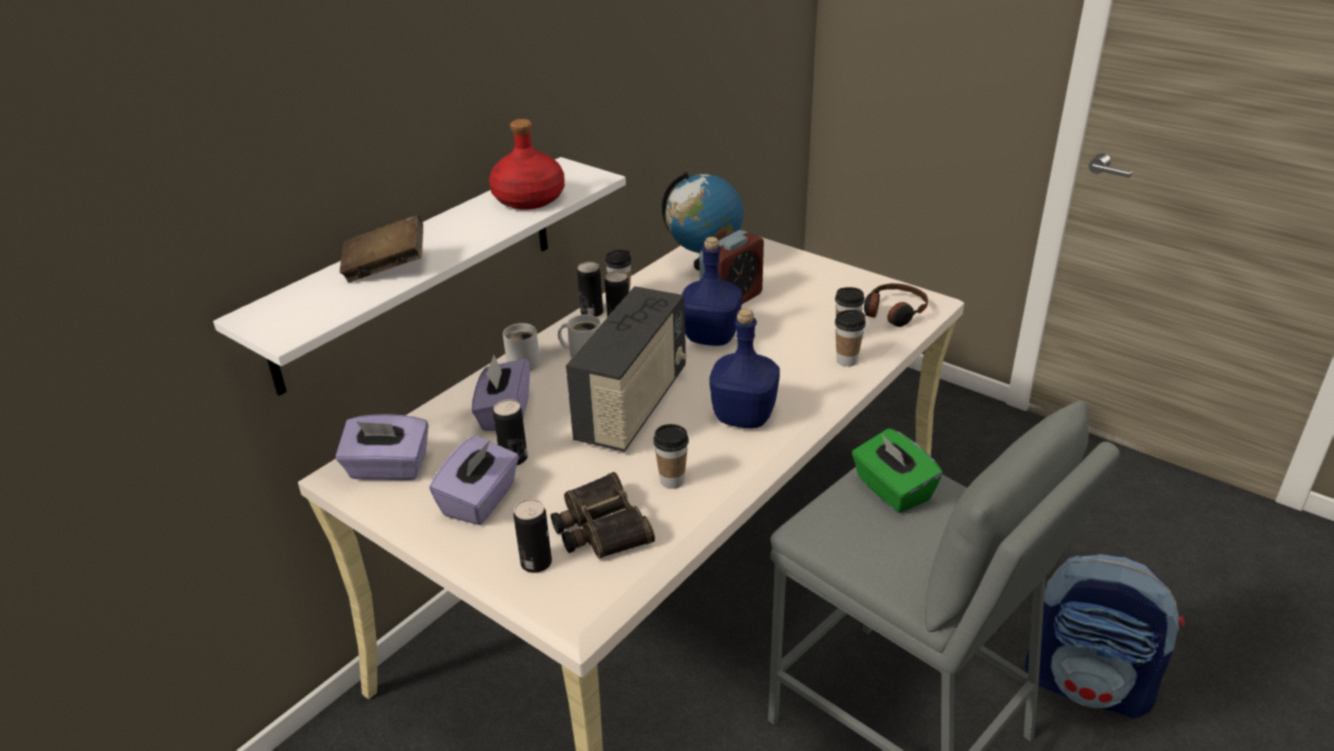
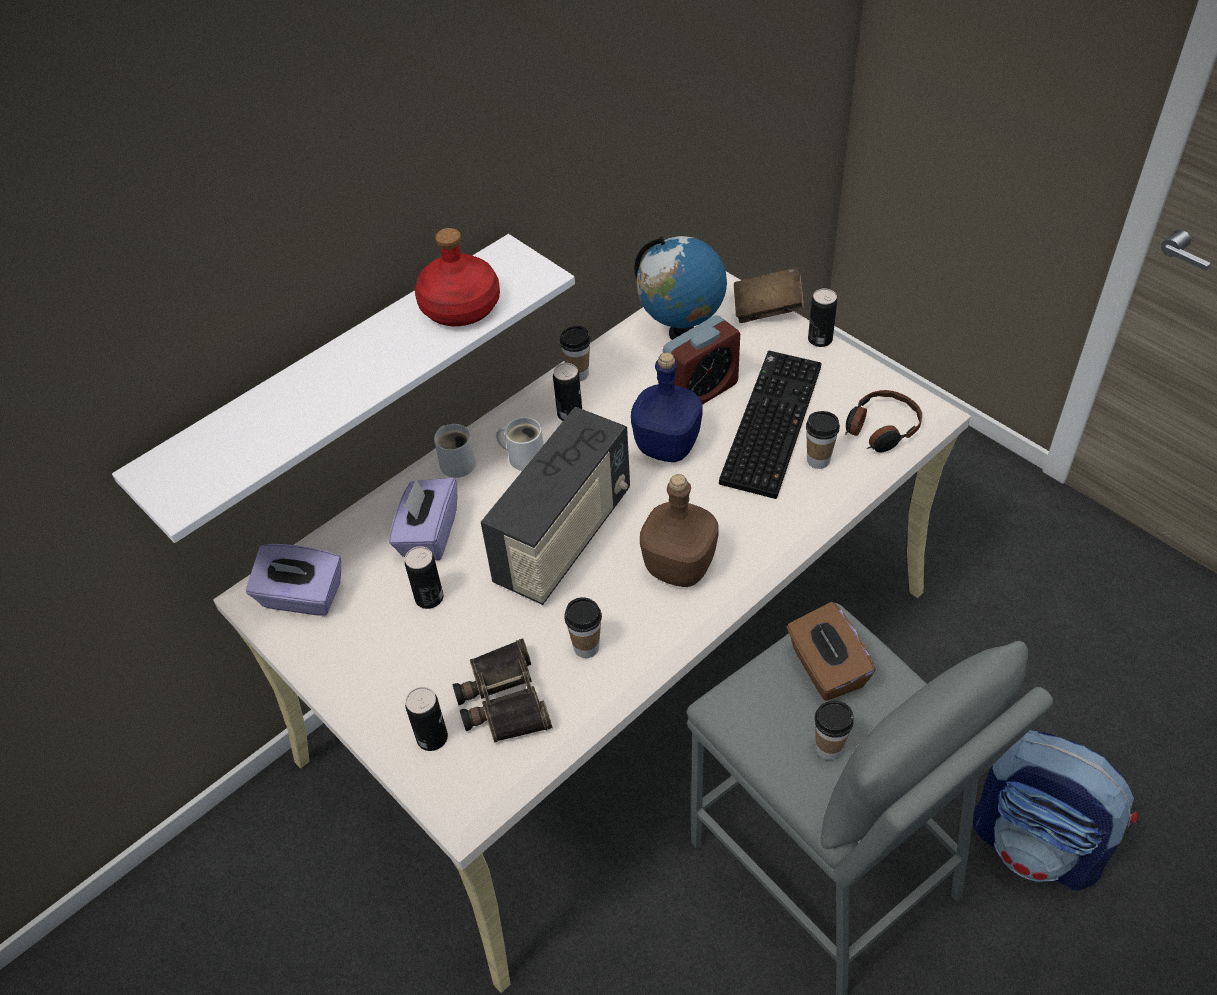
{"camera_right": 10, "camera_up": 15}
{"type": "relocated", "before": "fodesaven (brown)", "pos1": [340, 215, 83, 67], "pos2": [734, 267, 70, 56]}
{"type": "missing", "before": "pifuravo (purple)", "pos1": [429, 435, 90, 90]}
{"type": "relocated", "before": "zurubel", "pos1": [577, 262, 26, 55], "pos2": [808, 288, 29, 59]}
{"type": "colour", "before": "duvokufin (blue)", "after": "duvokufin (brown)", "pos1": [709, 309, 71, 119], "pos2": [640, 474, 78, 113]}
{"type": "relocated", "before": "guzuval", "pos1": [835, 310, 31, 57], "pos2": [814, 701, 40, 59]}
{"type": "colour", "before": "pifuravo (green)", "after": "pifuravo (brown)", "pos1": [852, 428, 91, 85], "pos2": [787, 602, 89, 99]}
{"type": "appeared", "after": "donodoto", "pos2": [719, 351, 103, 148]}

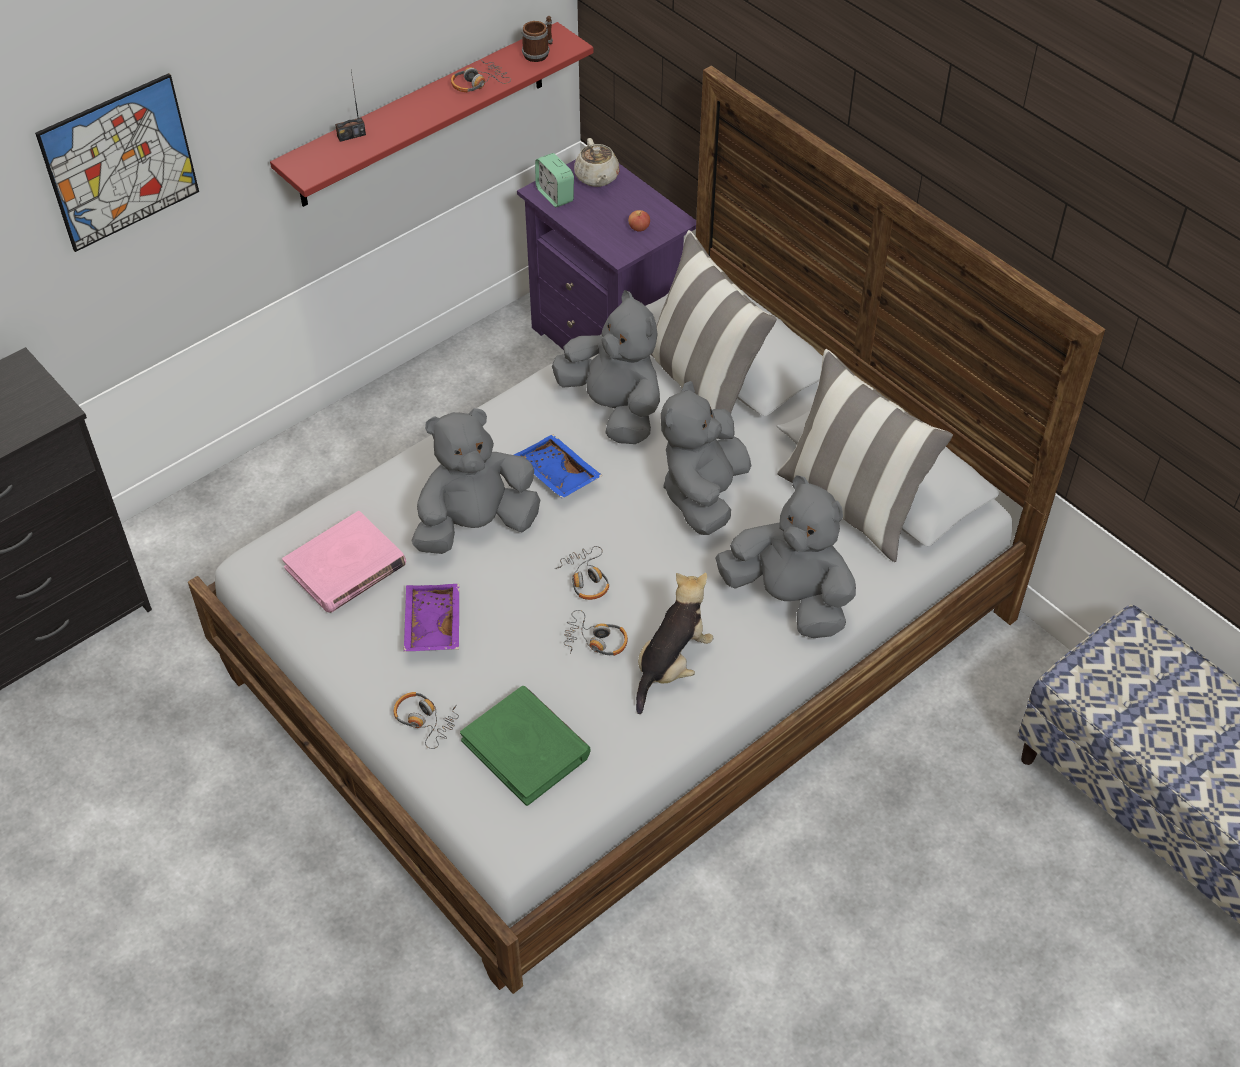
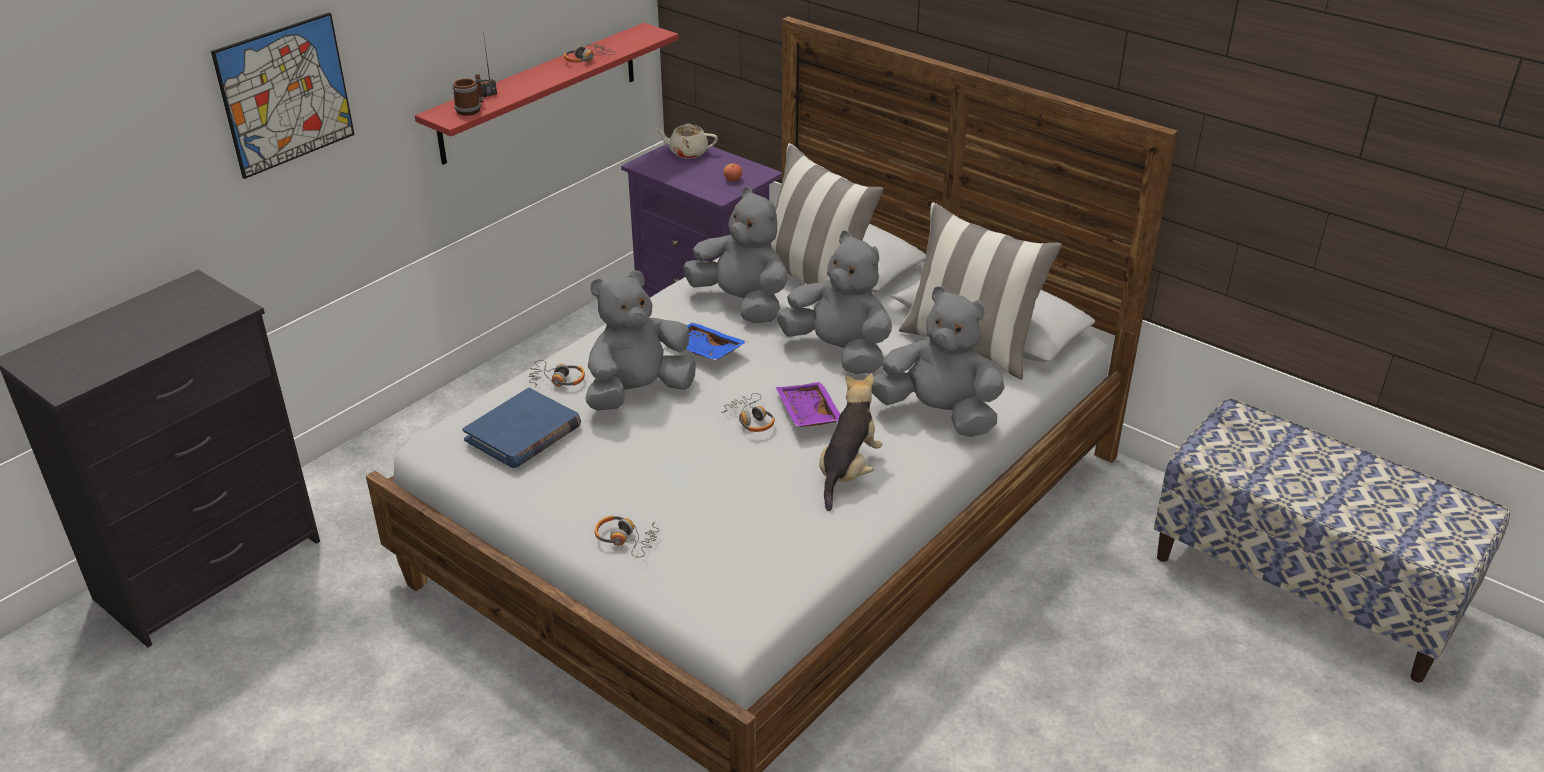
{"camera_right": -10, "camera_up": -15}
{"type": "colour", "before": "fodesaven (pink)", "after": "fodesaven (blue)", "pos1": [282, 511, 124, 102], "pos2": [462, 388, 119, 80]}
{"type": "relocated", "before": "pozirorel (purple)", "pos1": [404, 584, 55, 68], "pos2": [776, 382, 64, 45]}
{"type": "missing", "before": "fodesaven (green)", "pos1": [460, 686, 131, 120]}
{"type": "relocated", "before": "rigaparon", "pos1": [522, 16, 31, 46], "pos2": [452, 74, 32, 42]}
{"type": "missing", "before": "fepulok", "pos1": [535, 153, 39, 54]}
{"type": "relocated", "before": "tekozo", "pos1": [564, 610, 64, 46], "pos2": [529, 360, 56, 28]}
{"type": "spun", "before": "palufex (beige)", "pos1": [574, 138, 45, 49], "pos2": [655, 124, 63, 35], "turn": 120}
{"type": "spun", "before": "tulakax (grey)", "pos1": [661, 381, 90, 154], "pos2": [776, 231, 116, 143], "turn": 120}

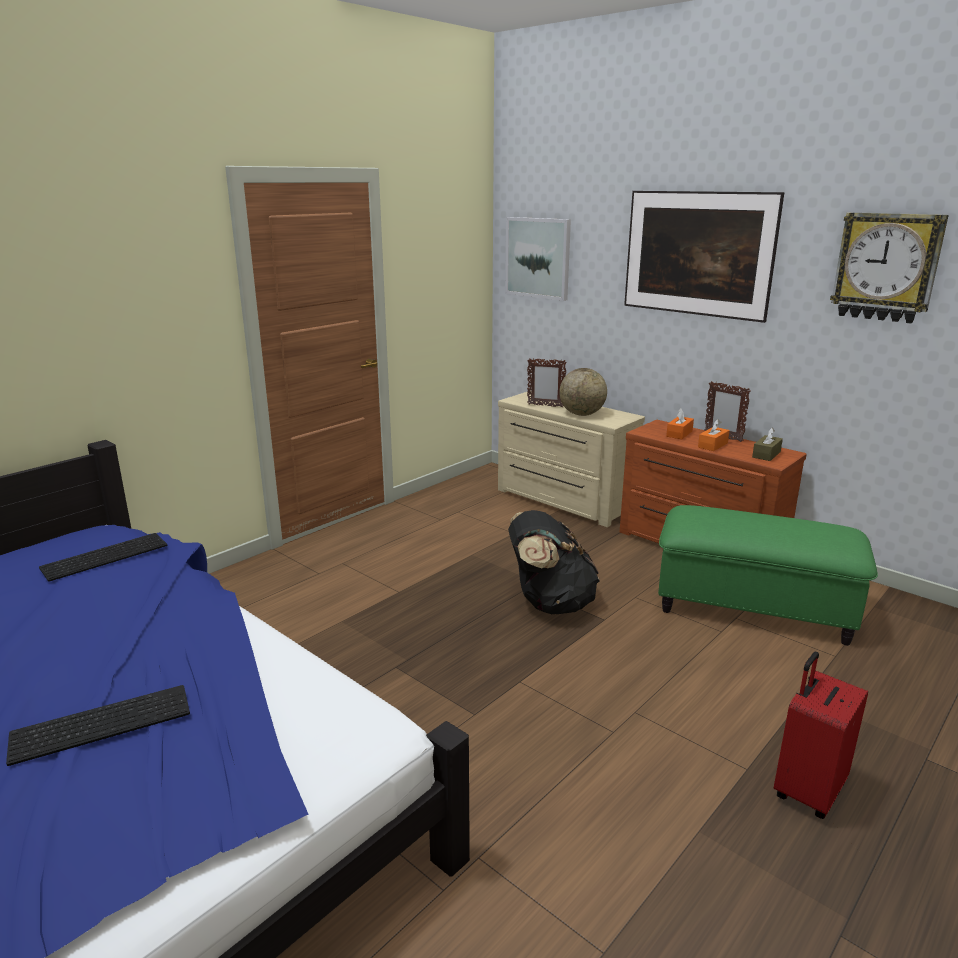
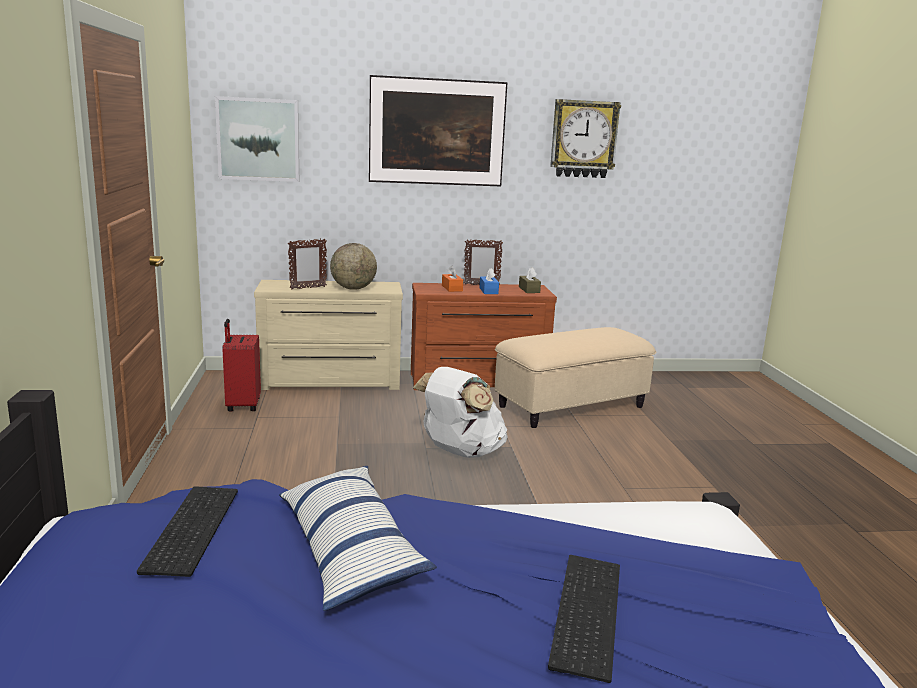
{"camera_right": -50, "camera_up": -5}
{"type": "colour", "before": "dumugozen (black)", "after": "dumugozen (white)", "pos1": [508, 510, 92, 104], "pos2": [413, 367, 95, 91]}
{"type": "colour", "before": "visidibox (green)", "after": "visidibox (beige)", "pos1": [658, 505, 220, 141], "pos2": [495, 327, 161, 101]}
{"type": "colour", "before": "pifuravo (orange)", "after": "pifuravo (blue)", "pos1": [698, 419, 32, 32], "pos2": [479, 268, 20, 26]}
{"type": "relocated", "before": "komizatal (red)", "pos1": [774, 652, 94, 167], "pos2": [222, 319, 39, 93]}
{"type": "appeared", "after": "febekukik", "pos2": [279, 466, 158, 145]}

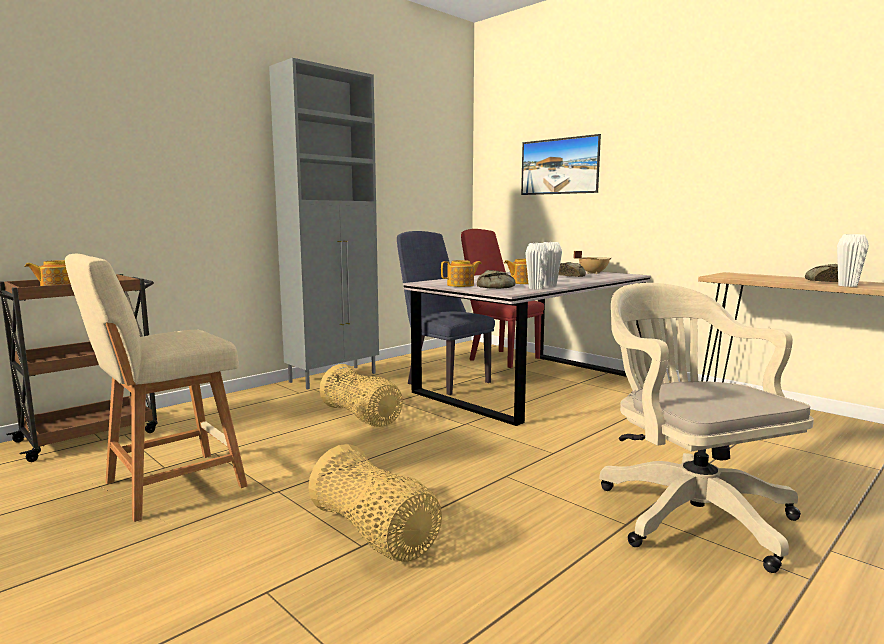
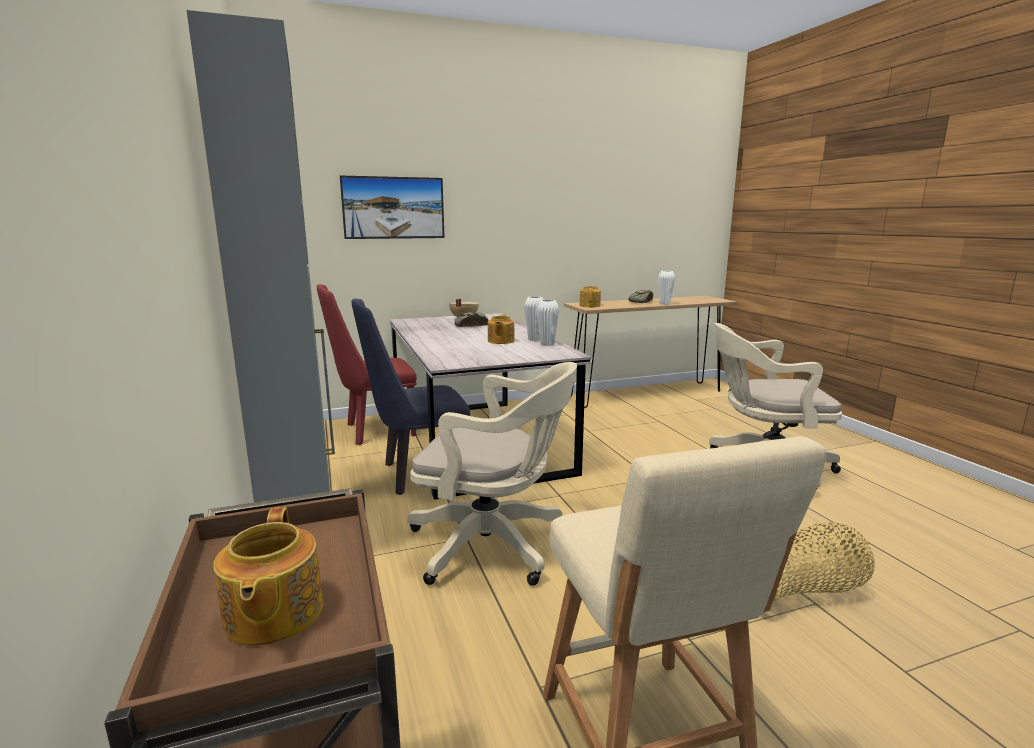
{"camera_right": -65, "camera_up": 5}
{"type": "exchanged", "before": "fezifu", "after": "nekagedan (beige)", "pos1": [320, 364, 83, 63], "pos2": [407, 362, 170, 224]}
{"type": "relocated", "before": "palufex", "pos1": [441, 260, 41, 27], "pos2": [580, 286, 21, 21]}
{"type": "missing", "before": "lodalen", "pos1": [477, 270, 39, 19]}

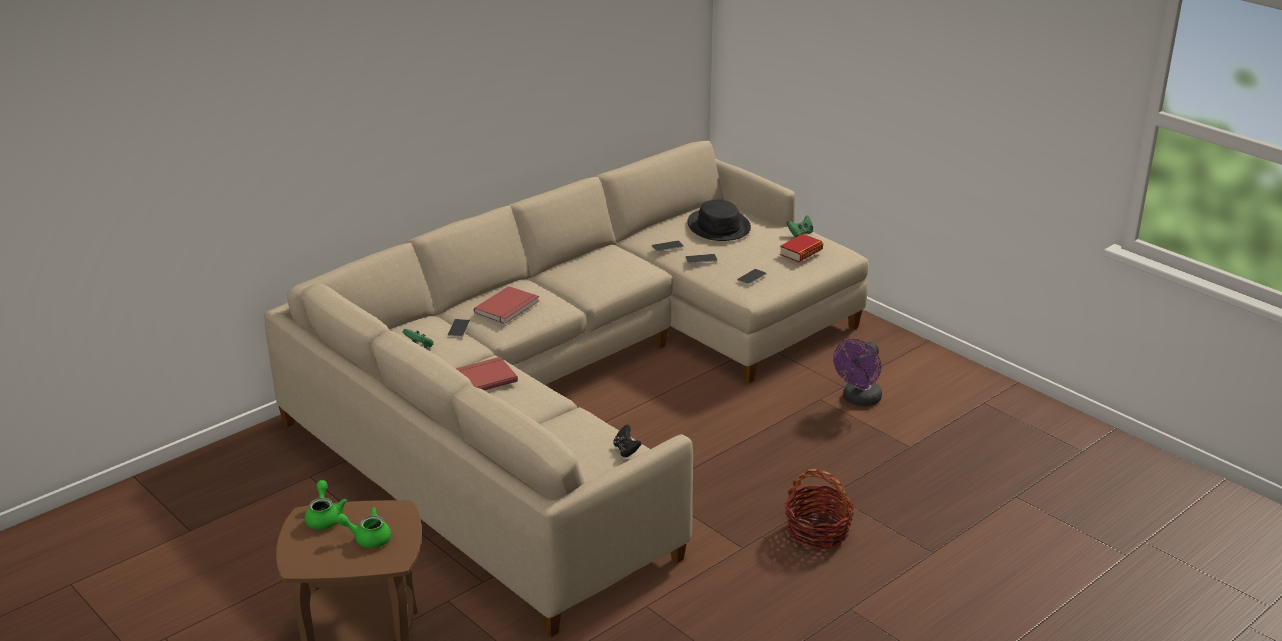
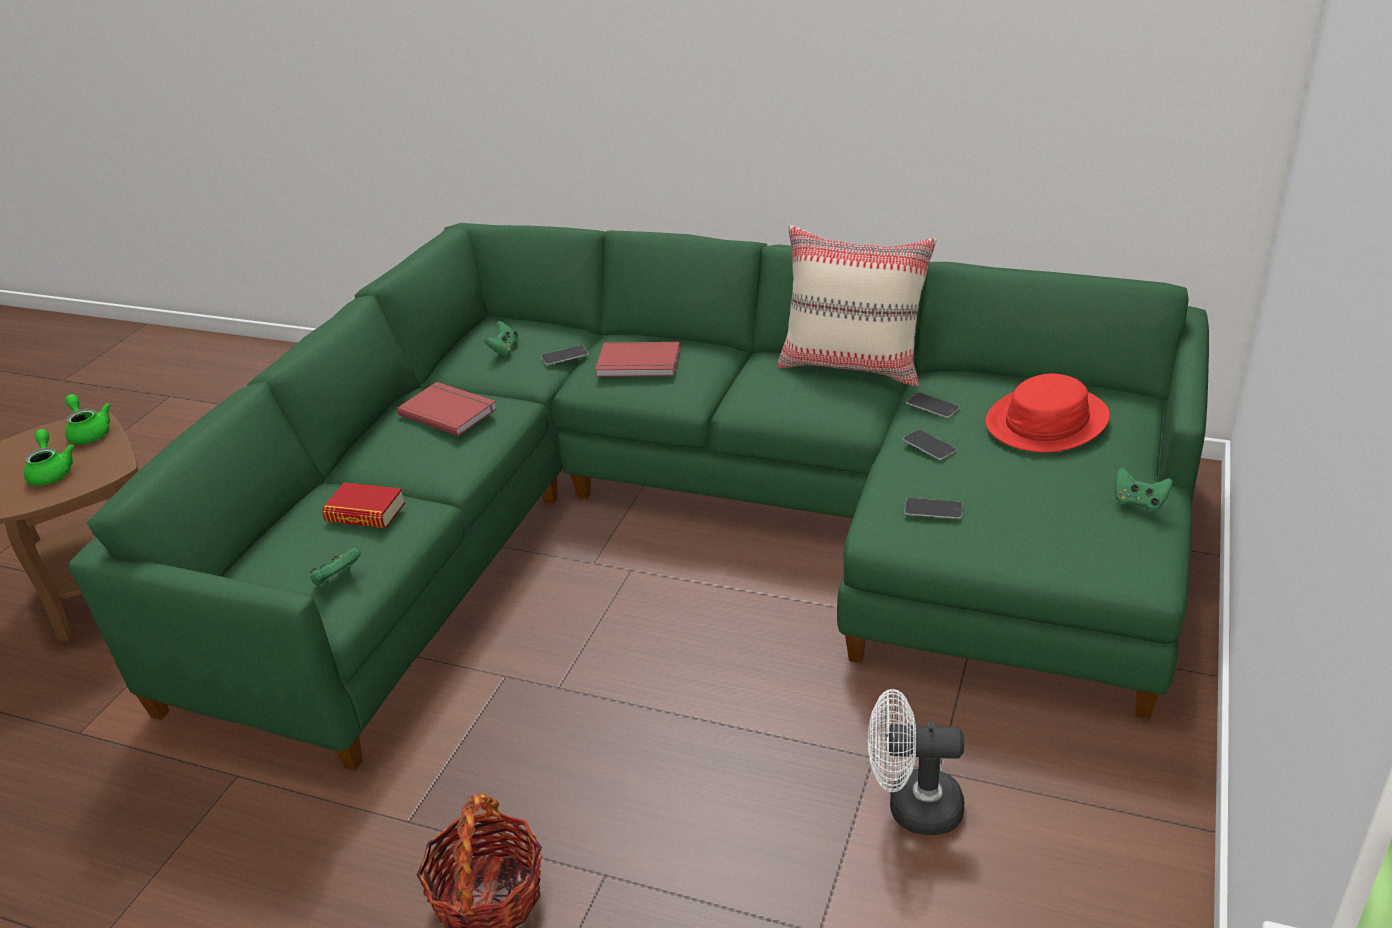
{"camera_right": 65, "camera_up": 5}
{"type": "colour", "before": "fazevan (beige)", "after": "fazevan (green)", "pos1": [264, 141, 605, 496], "pos2": [68, 223, 1141, 547]}
{"type": "spun", "before": "palufex (green)", "pos1": [305, 480, 42, 50], "pos2": [65, 394, 46, 50], "turn": -90}
{"type": "colour", "before": "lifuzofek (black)", "after": "lifuzofek (green)", "pos1": [613, 424, 29, 33], "pos2": [310, 548, 51, 38]}
{"type": "colour", "before": "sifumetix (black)", "after": "sifumetix (red)", "pos1": [687, 200, 64, 41], "pos2": [985, 374, 125, 79]}
{"type": "relocated", "before": "fodesaven", "pos1": [780, 234, 43, 28], "pos2": [322, 482, 83, 46]}
{"type": "colour", "before": "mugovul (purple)", "after": "mugovul (white)", "pos1": [833, 339, 49, 68], "pos2": [868, 689, 96, 146]}
{"type": "appeared", "after": "febekukik (beige)", "pos2": [777, 225, 160, 162]}

